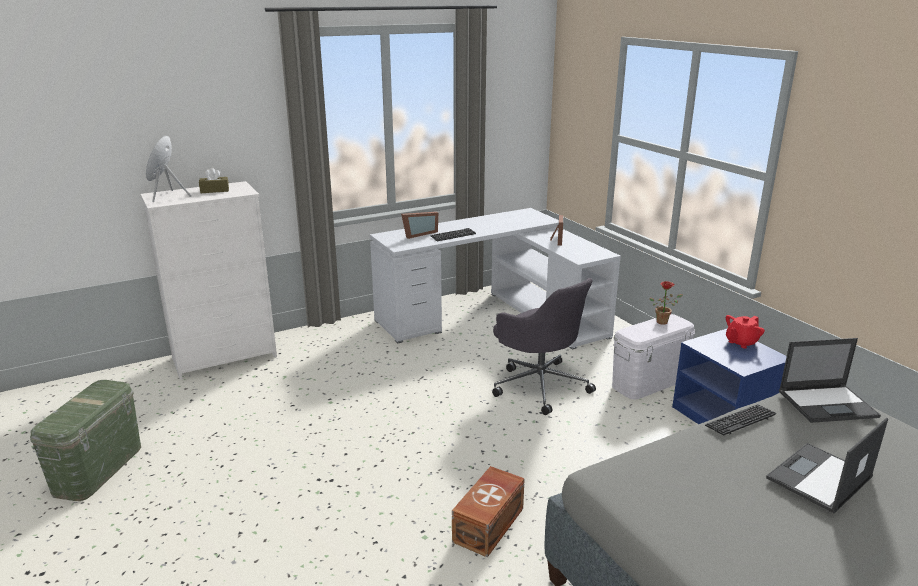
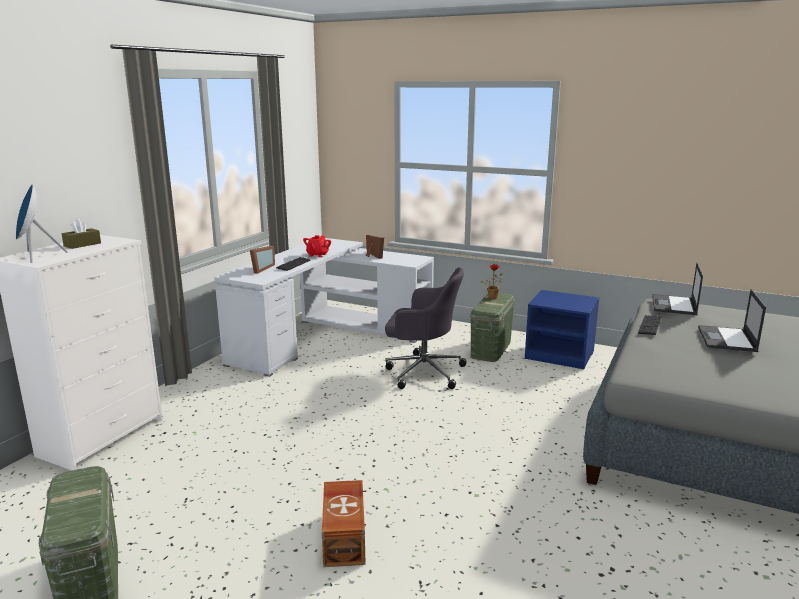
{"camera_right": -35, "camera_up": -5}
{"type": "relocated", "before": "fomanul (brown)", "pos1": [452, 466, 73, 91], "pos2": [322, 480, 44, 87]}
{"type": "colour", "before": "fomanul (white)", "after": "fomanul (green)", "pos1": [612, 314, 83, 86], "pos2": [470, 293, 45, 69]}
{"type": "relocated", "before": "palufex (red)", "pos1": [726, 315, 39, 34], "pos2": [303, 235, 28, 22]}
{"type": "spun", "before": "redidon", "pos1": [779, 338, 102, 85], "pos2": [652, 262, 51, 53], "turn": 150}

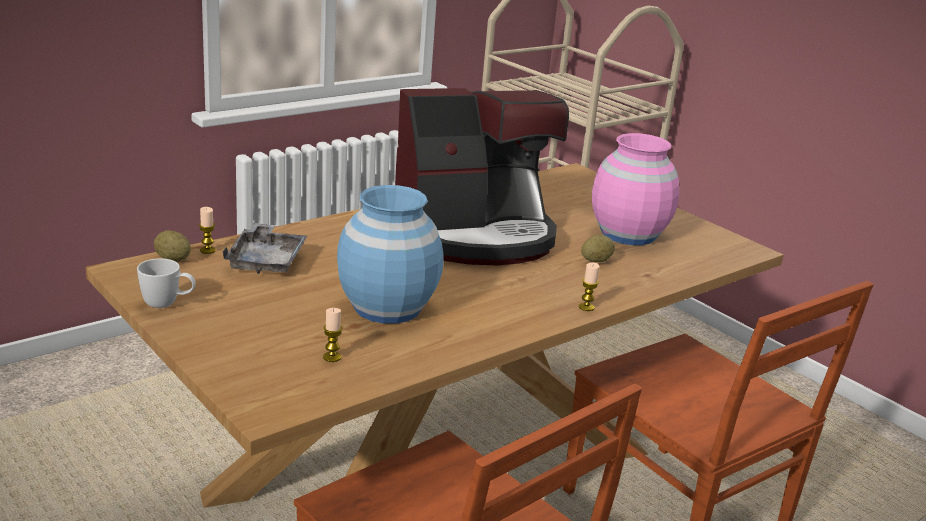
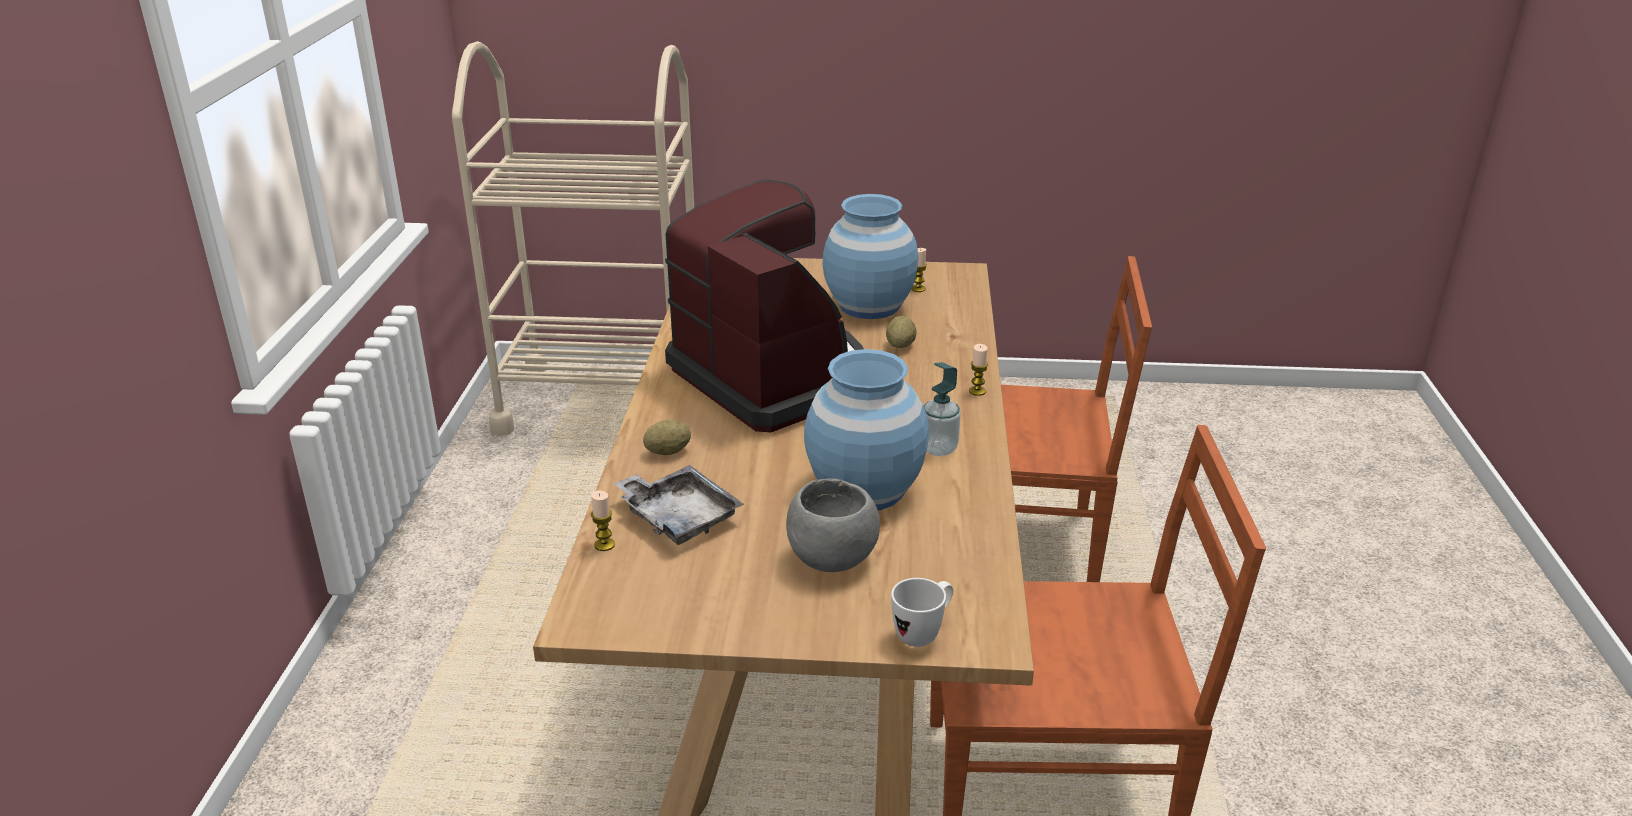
{"camera_right": -45, "camera_up": 5}
{"type": "relocated", "before": "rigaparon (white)", "pos1": [137, 258, 59, 50], "pos2": [891, 578, 62, 69]}
{"type": "relocated", "before": "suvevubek", "pos1": [154, 230, 37, 32], "pos2": [643, 419, 48, 36]}
{"type": "relocated", "before": "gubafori", "pos1": [323, 308, 19, 54], "pos2": [911, 248, 16, 44]}
{"type": "spun", "before": "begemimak", "pos1": [395, 88, 174, 177], "pos2": [665, 180, 199, 252], "turn": -60}
{"type": "colour", "before": "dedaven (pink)", "after": "dedaven (blue)", "pos1": [592, 133, 87, 112], "pos2": [822, 194, 96, 125]}
{"type": "appeared", "after": "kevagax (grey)", "pos2": [786, 479, 94, 93]}
{"type": "appeared", "after": "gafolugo", "pos2": [924, 362, 37, 94]}

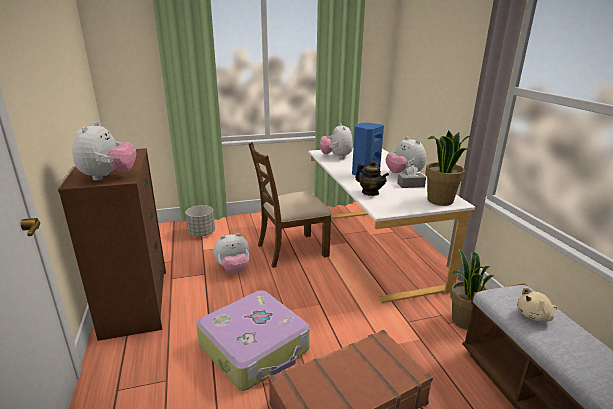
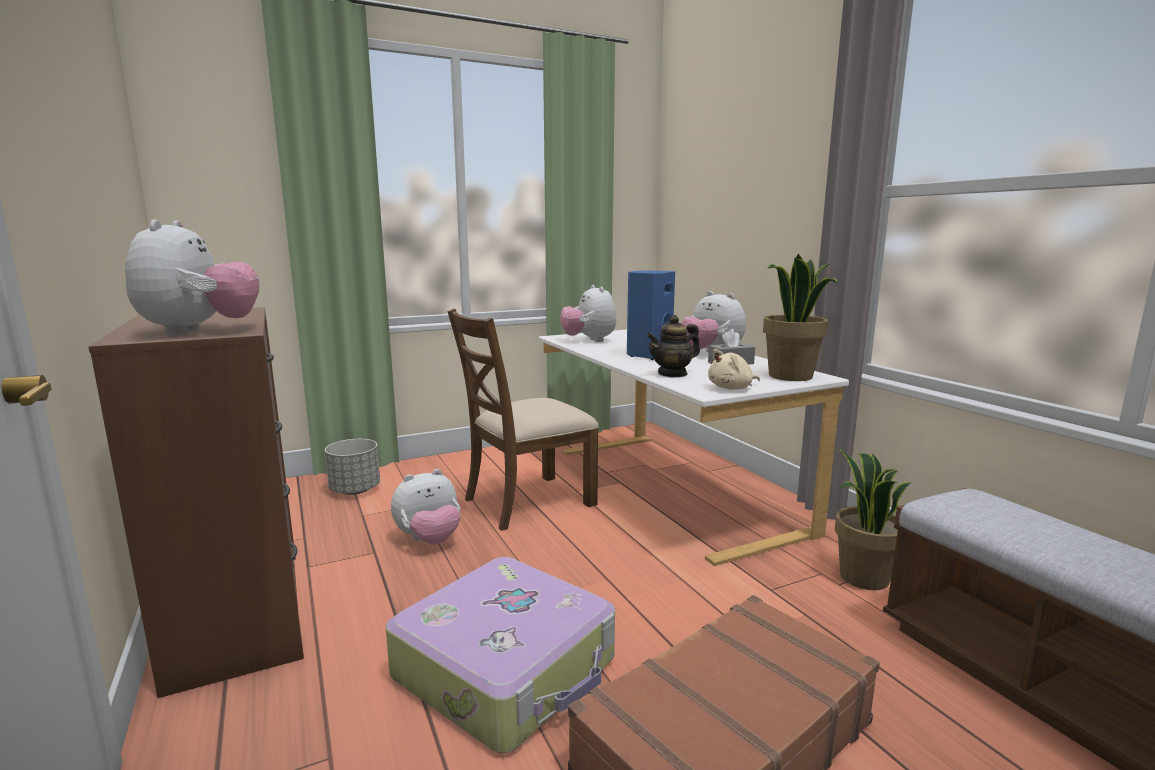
{"camera_right": -10, "camera_up": -10}
{"type": "spun", "before": "palufex", "pos1": [355, 160, 34, 36], "pos2": [646, 315, 54, 62], "turn": 120}
{"type": "relocated", "before": "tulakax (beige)", "pos1": [517, 287, 41, 35], "pos2": [708, 349, 52, 41]}

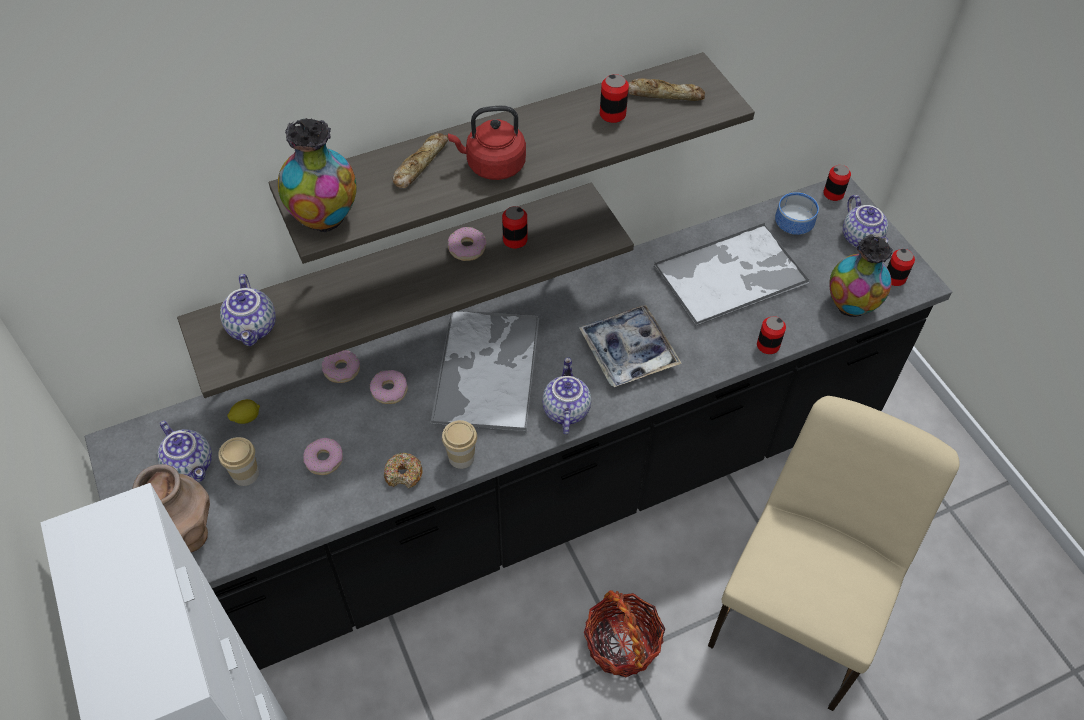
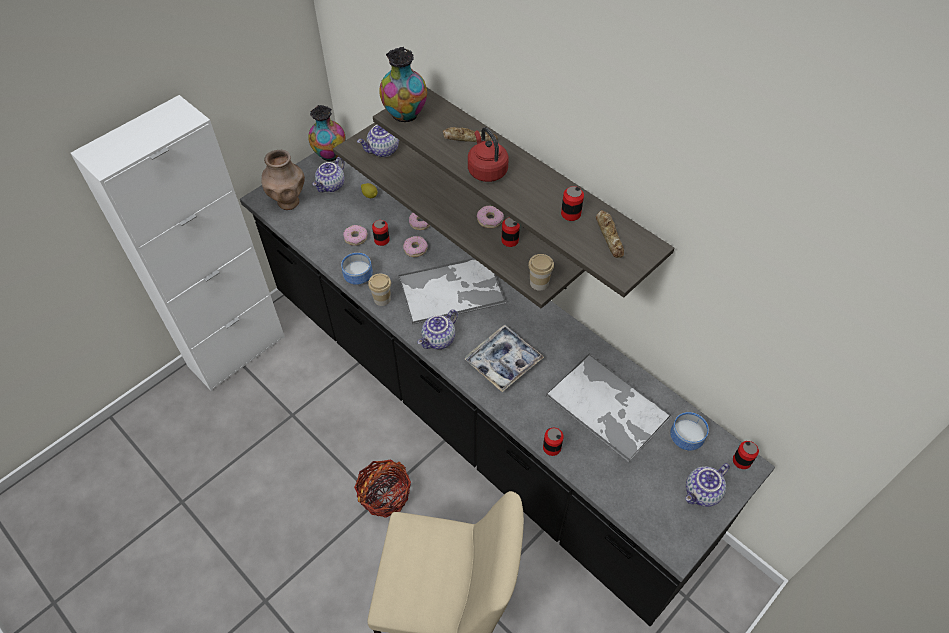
{"camera_right": 70, "camera_up": 0}
{"type": "relocated", "before": "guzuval", "pos1": [218, 437, 41, 49], "pos2": [528, 254, 26, 37]}
{"type": "exchanged", "before": "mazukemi", "after": "kevagax", "pos1": [384, 453, 38, 35], "pos2": [341, 253, 32, 32]}
{"type": "spun", "before": "palufex", "pos1": [542, 357, 49, 77], "pos2": [417, 309, 41, 40], "turn": 150}
{"type": "relocated", "before": "dedaven", "pos1": [830, 234, 63, 83], "pos2": [308, 105, 38, 57]}
{"type": "relocated", "before": "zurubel", "pos1": [887, 249, 28, 37], "pos2": [372, 220, 18, 26]}

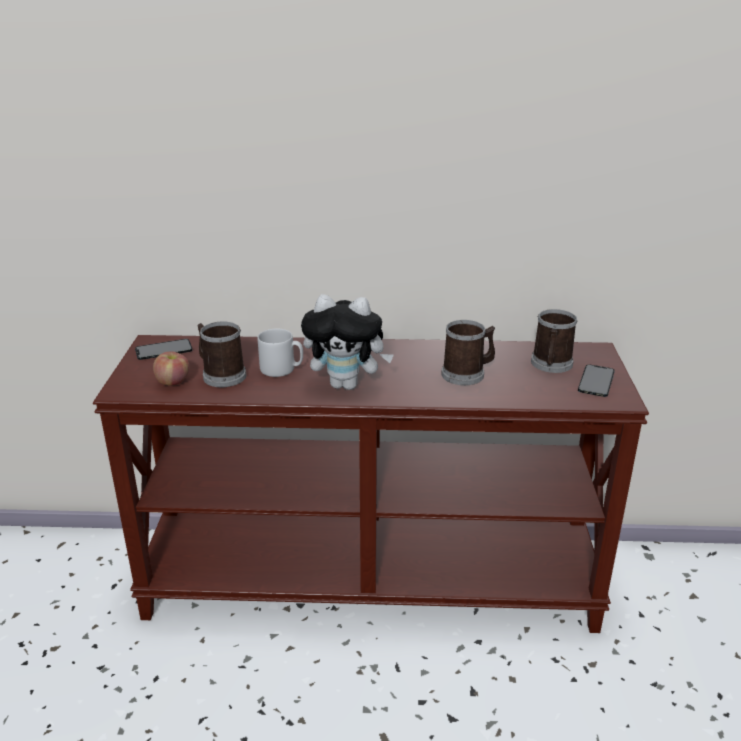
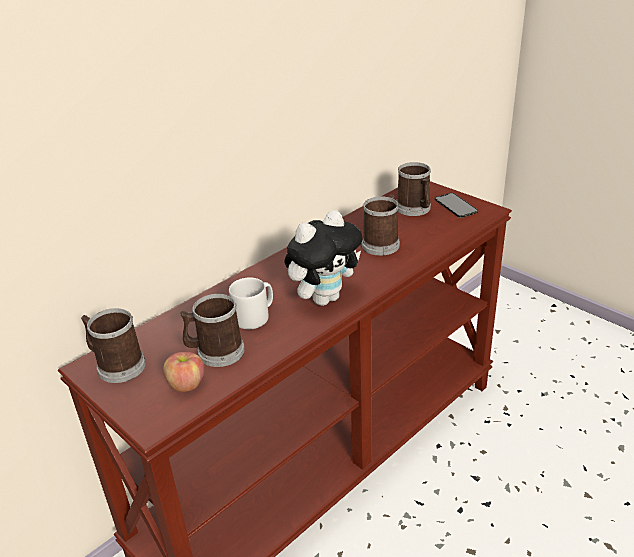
{"camera_right": -45, "camera_up": 5}
{"type": "exchanged", "before": "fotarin", "after": "rigaparon", "pos1": [135, 339, 57, 21], "pos2": [81, 308, 65, 75]}

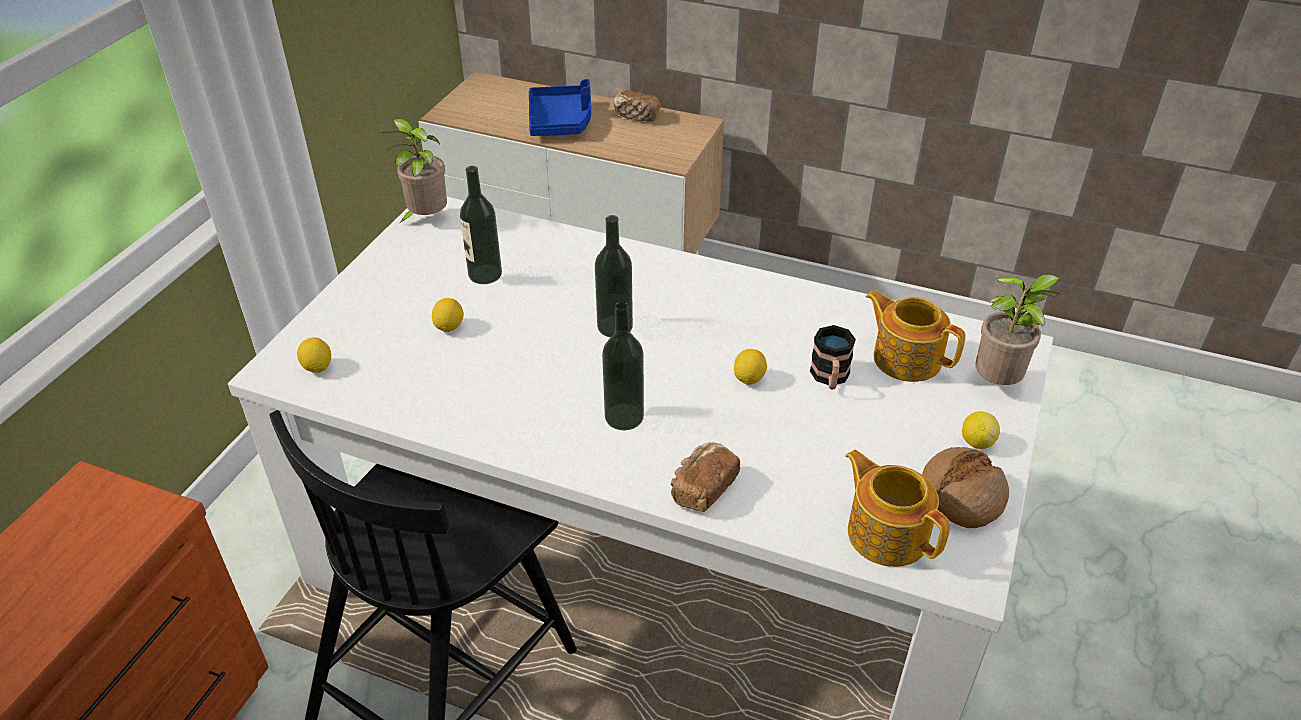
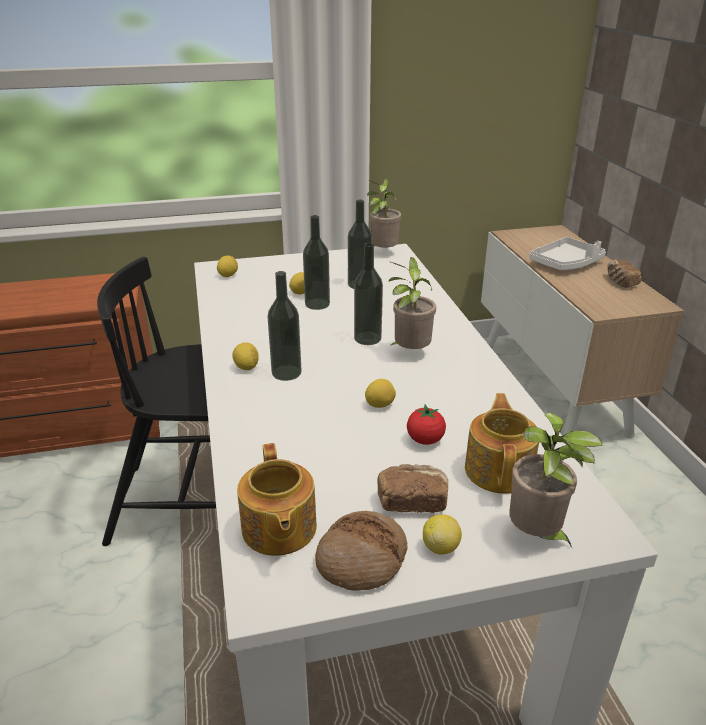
{"camera_right": 55, "camera_up": -10}
{"type": "colour", "before": "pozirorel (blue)", "after": "pozirorel (white)", "pos1": [529, 79, 62, 57], "pos2": [529, 237, 77, 33]}
{"type": "relocated", "before": "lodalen", "pos1": [670, 442, 70, 70], "pos2": [378, 464, 70, 49]}
{"type": "exchanged", "before": "rigaparon", "after": "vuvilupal", "pos1": [810, 325, 46, 65], "pos2": [407, 404, 39, 41]}
{"type": "spun", "before": "palufex", "pos1": [845, 450, 105, 117], "pos2": [237, 443, 80, 113], "turn": 150}
{"type": "appeared", "after": "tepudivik", "pos2": [232, 342, 27, 28]}
{"type": "appeared", "after": "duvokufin", "pos2": [303, 215, 27, 95]}
{"type": "appeared", "after": "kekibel", "pos2": [389, 257, 47, 92]}

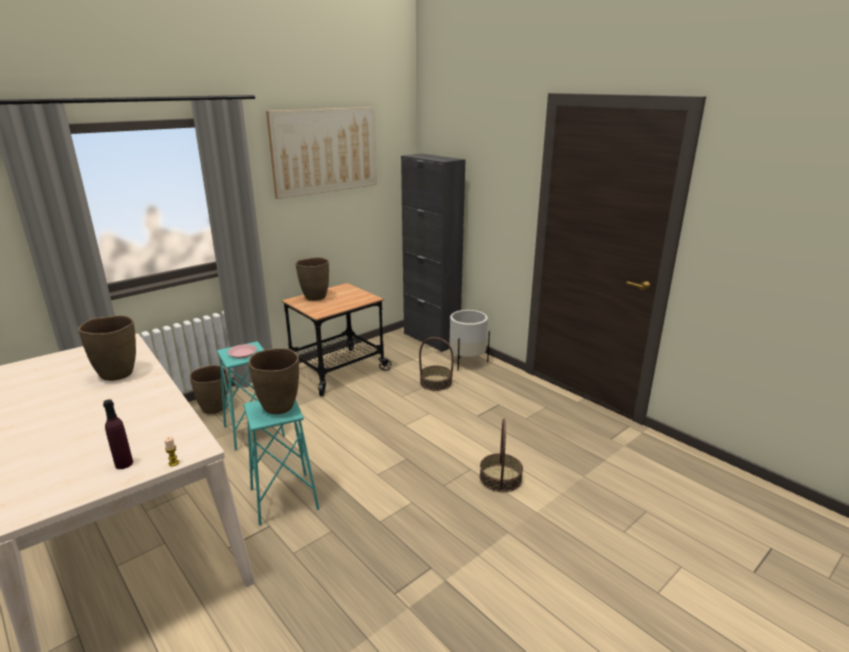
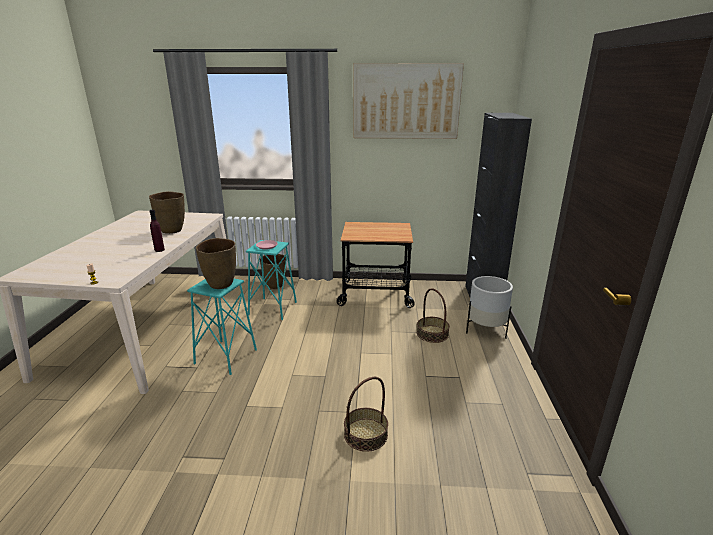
{"camera_right": 45, "camera_up": 0}
{"type": "relocated", "before": "duvokufin (purple)", "pos1": [103, 399, 30, 70], "pos2": [149, 210, 16, 42]}
{"type": "missing", "before": "dedaven (brown)", "pos1": [296, 257, 33, 44]}

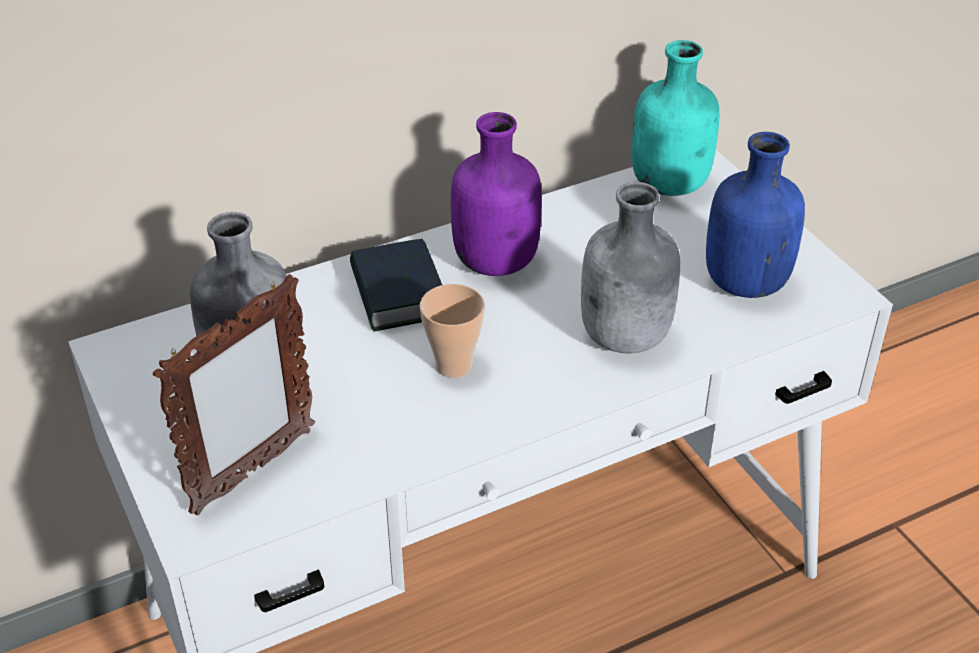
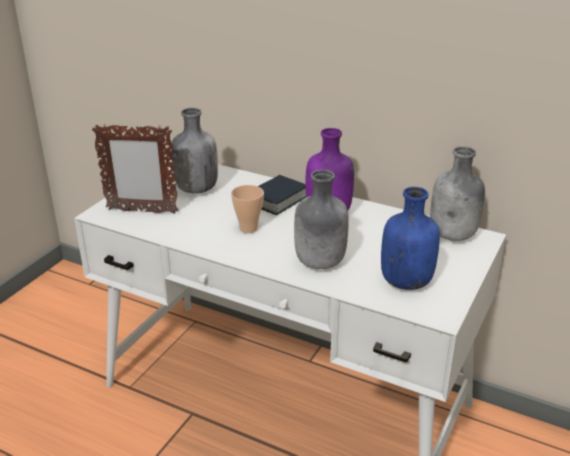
{"camera_right": 55, "camera_up": -10}
{"type": "colour", "before": "duvokufin (turquoise)", "after": "duvokufin (grey)", "pos1": [632, 40, 87, 156], "pos2": [430, 146, 55, 95]}

